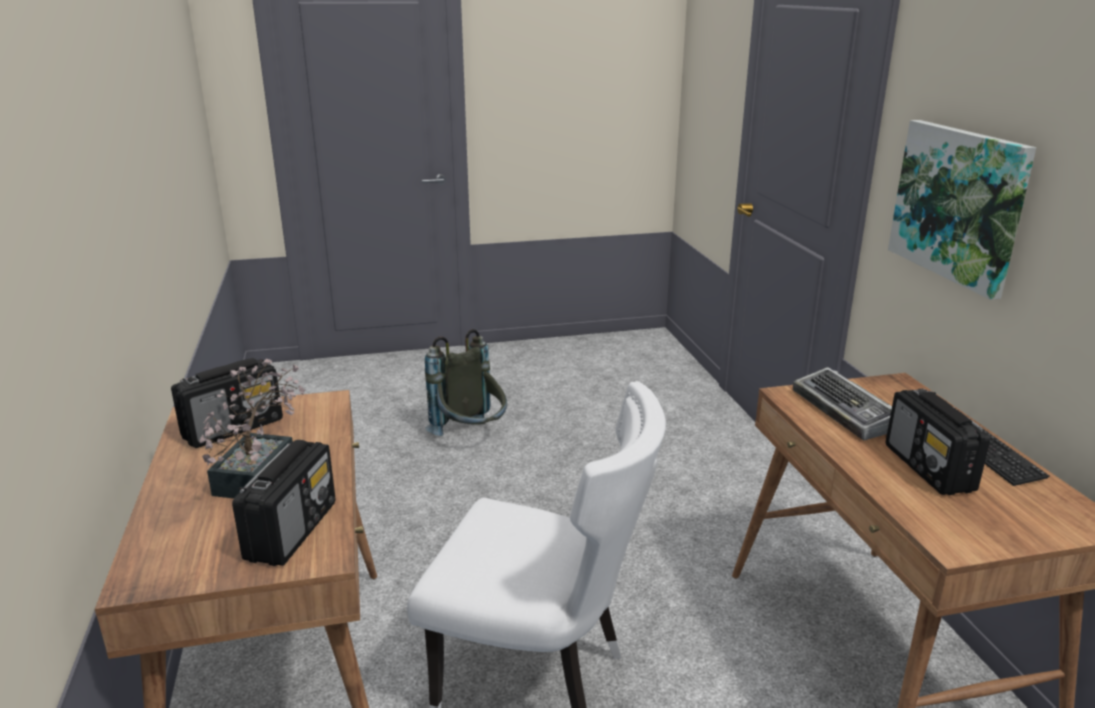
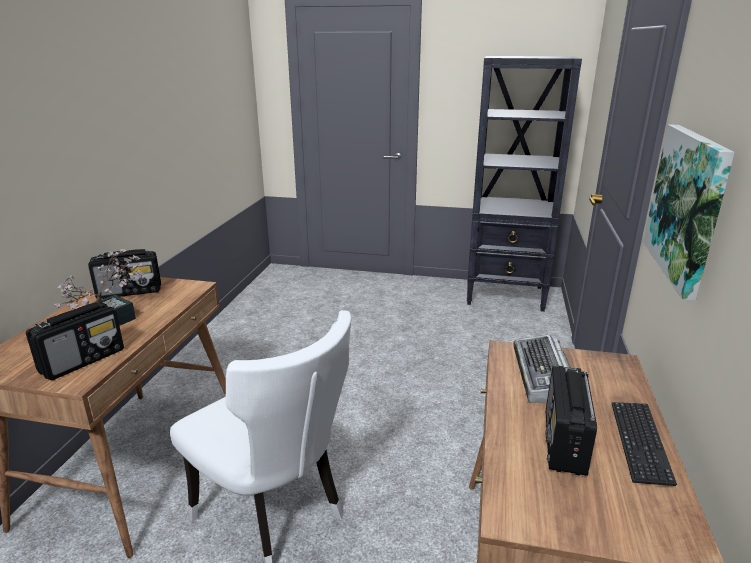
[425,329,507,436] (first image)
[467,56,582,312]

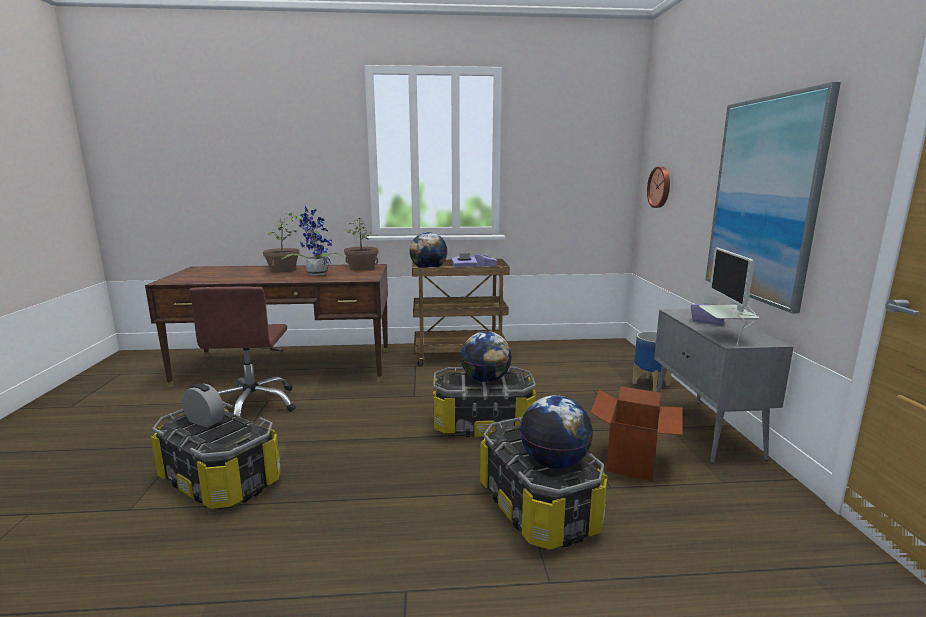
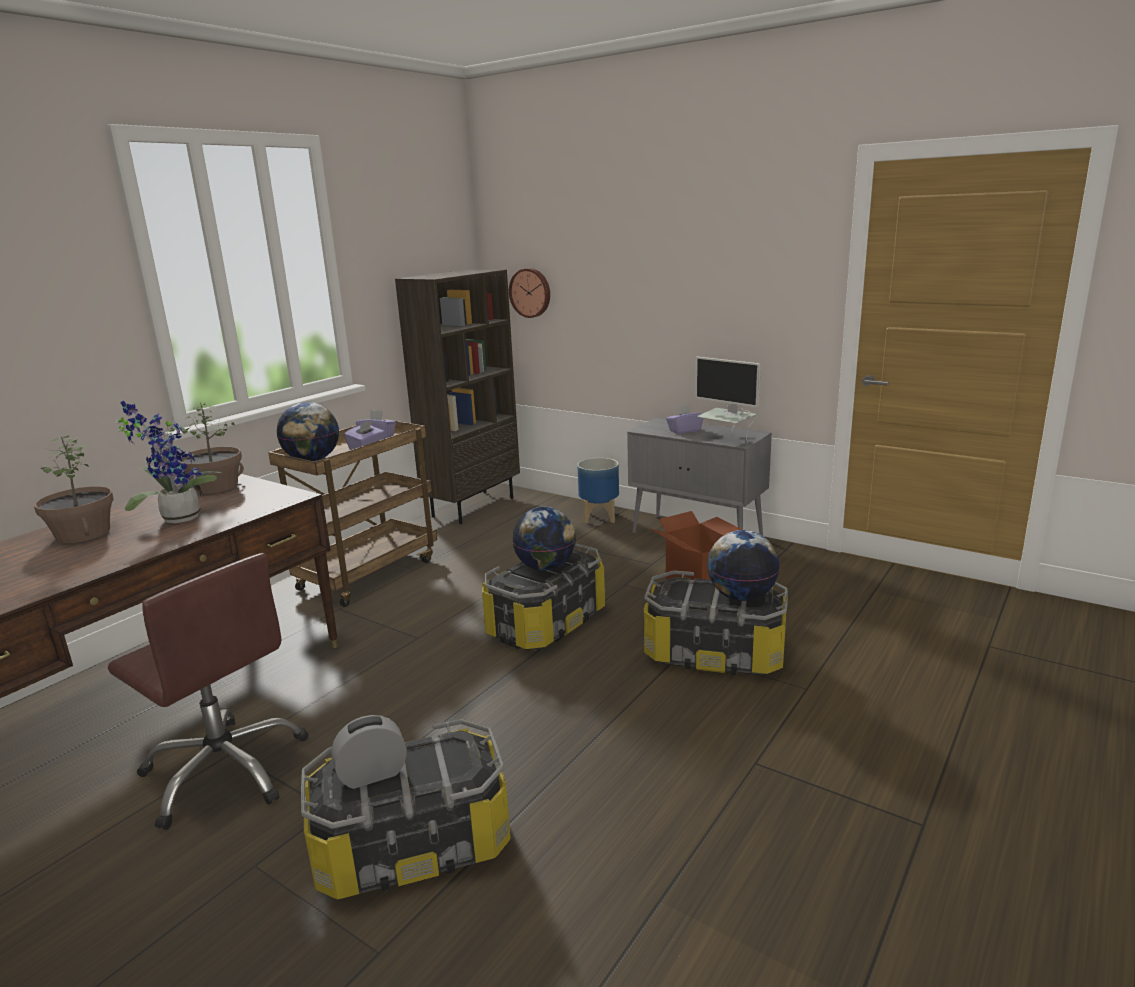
[705,82,841,313] (first image)
[395,269,520,524]

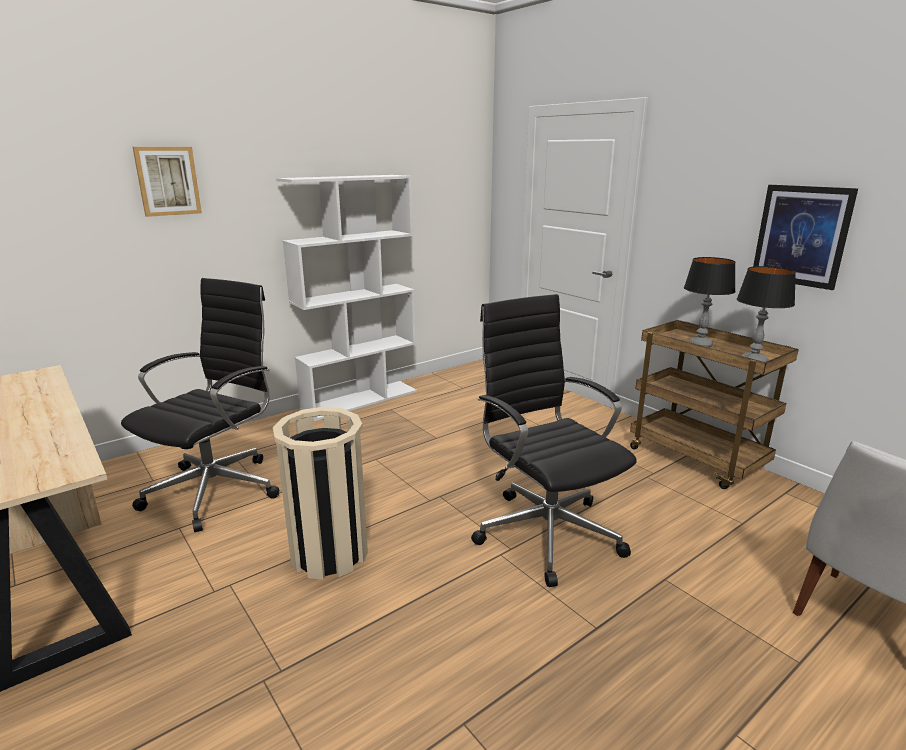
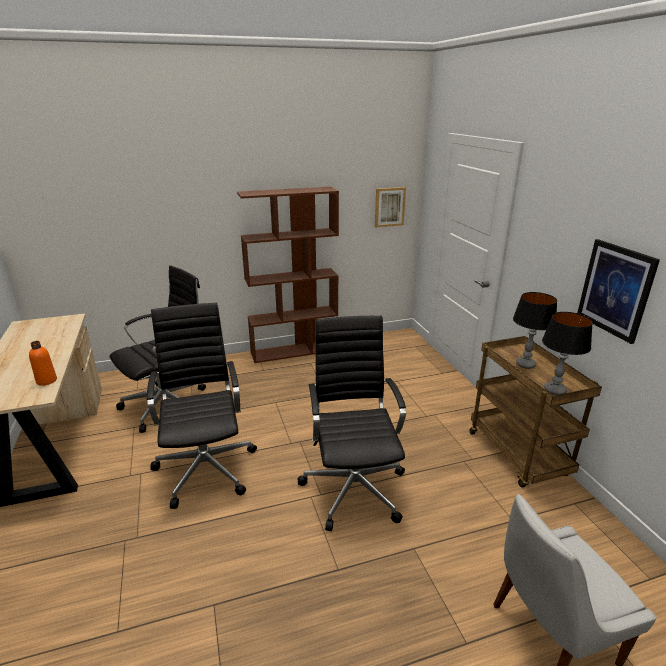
[29,341,57,386]
[375,187,406,227]
[147,303,257,509]
[237,187,339,363]

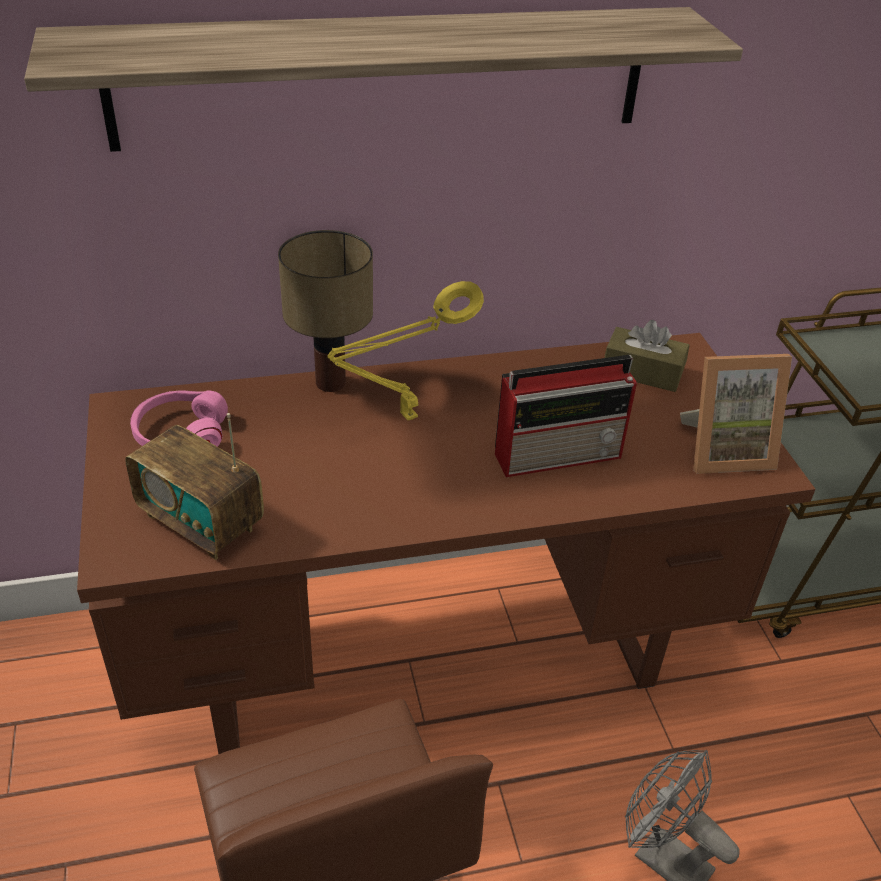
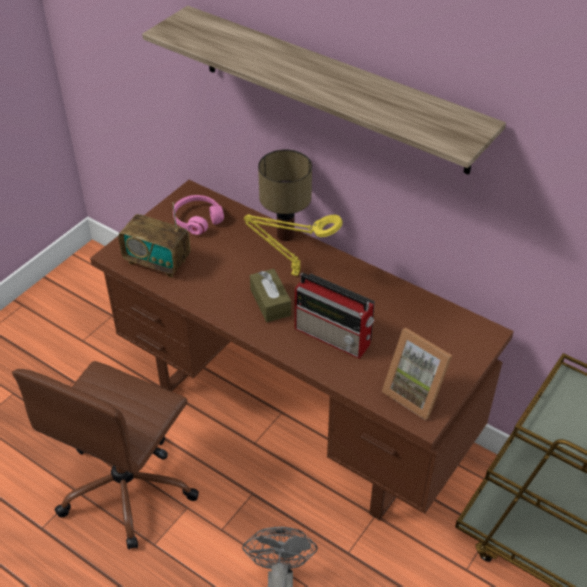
[250,269,291,322]
[118,202,190,278]

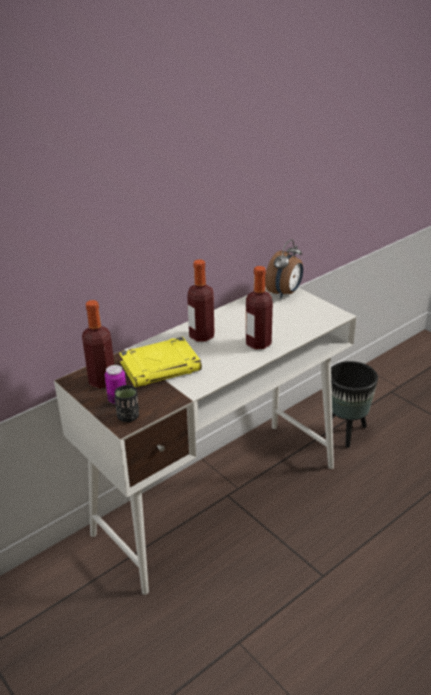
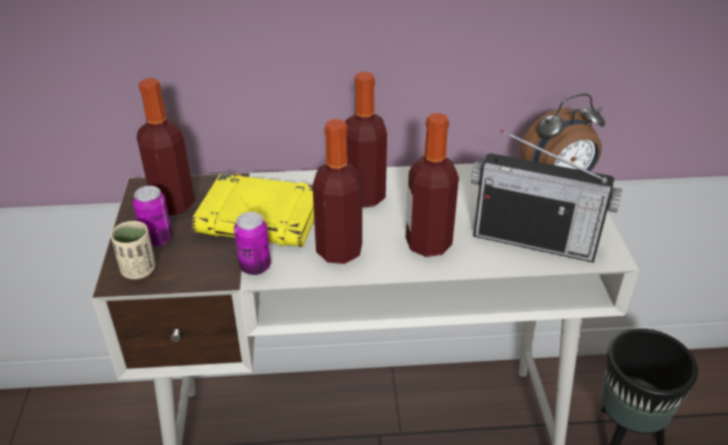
[234,212,271,275]
[312,119,362,264]
[471,130,622,263]
[111,221,155,279]

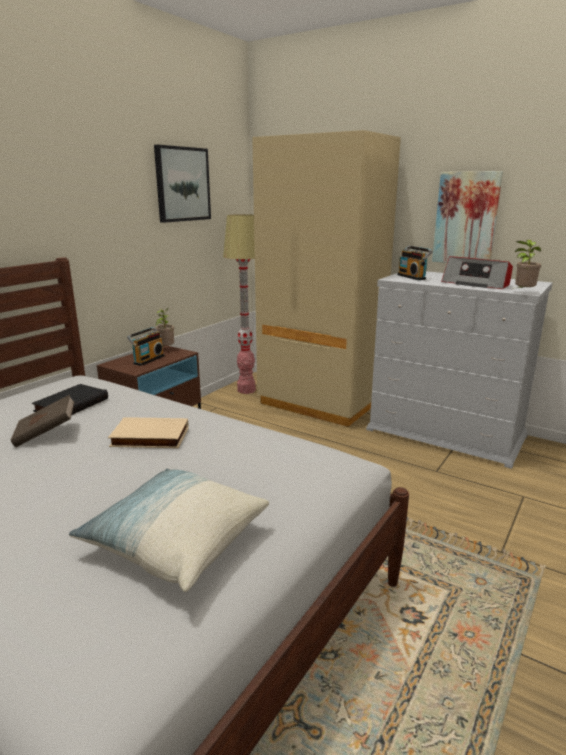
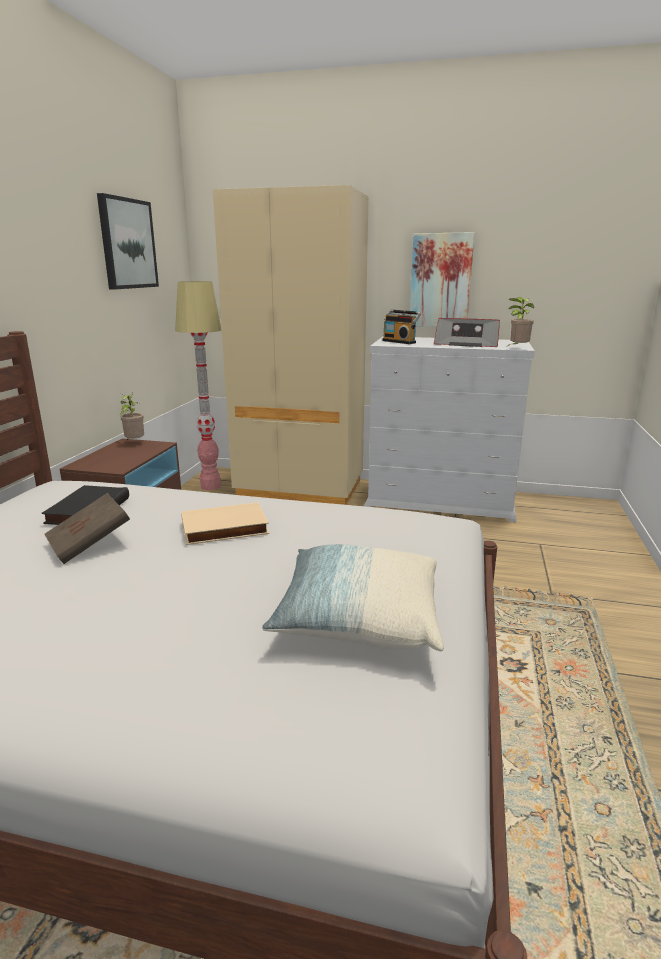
[127,327,164,366] (first image)

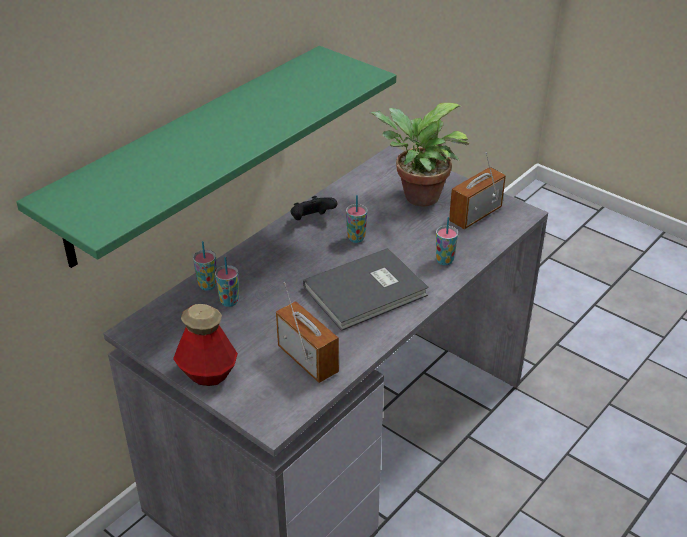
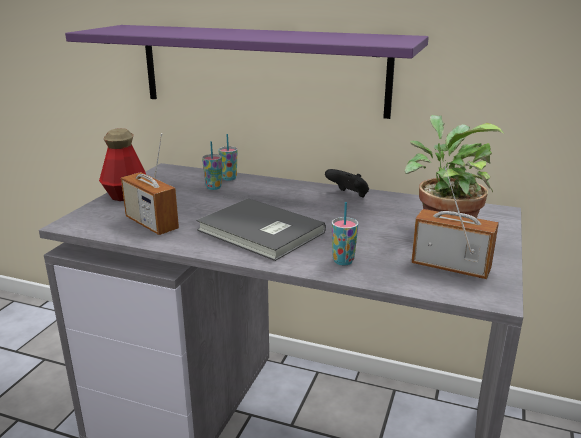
[346,195,368,243] (first image)
[65,25,429,119]
[121,133,179,235]

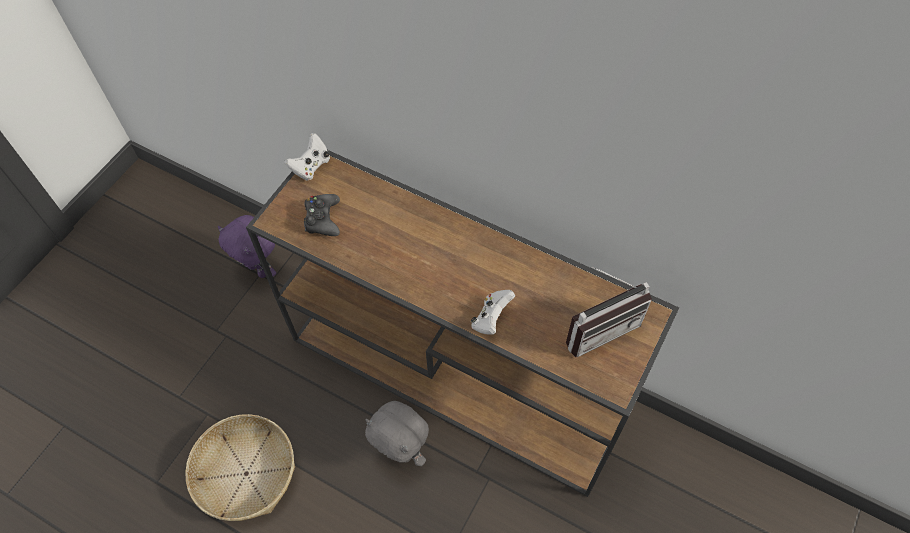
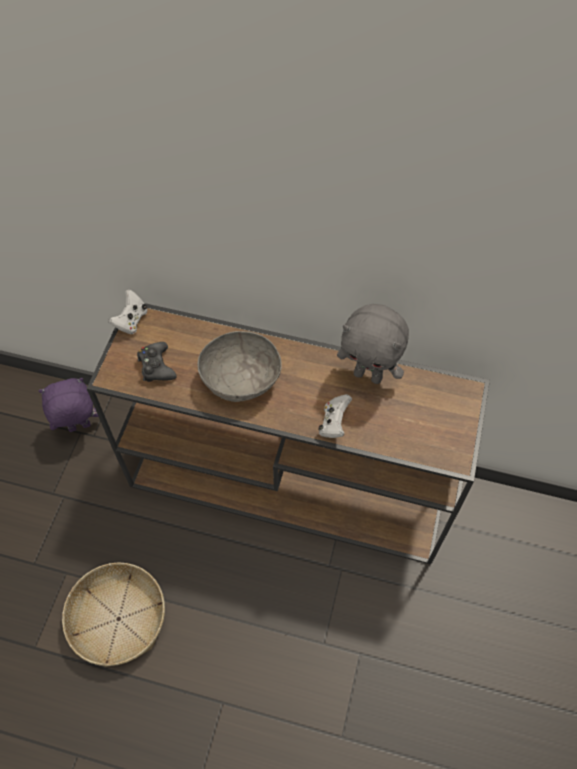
[566,267,652,357] (first image)
[198,331,282,402]
[337,304,409,384]
[39,378,99,432]

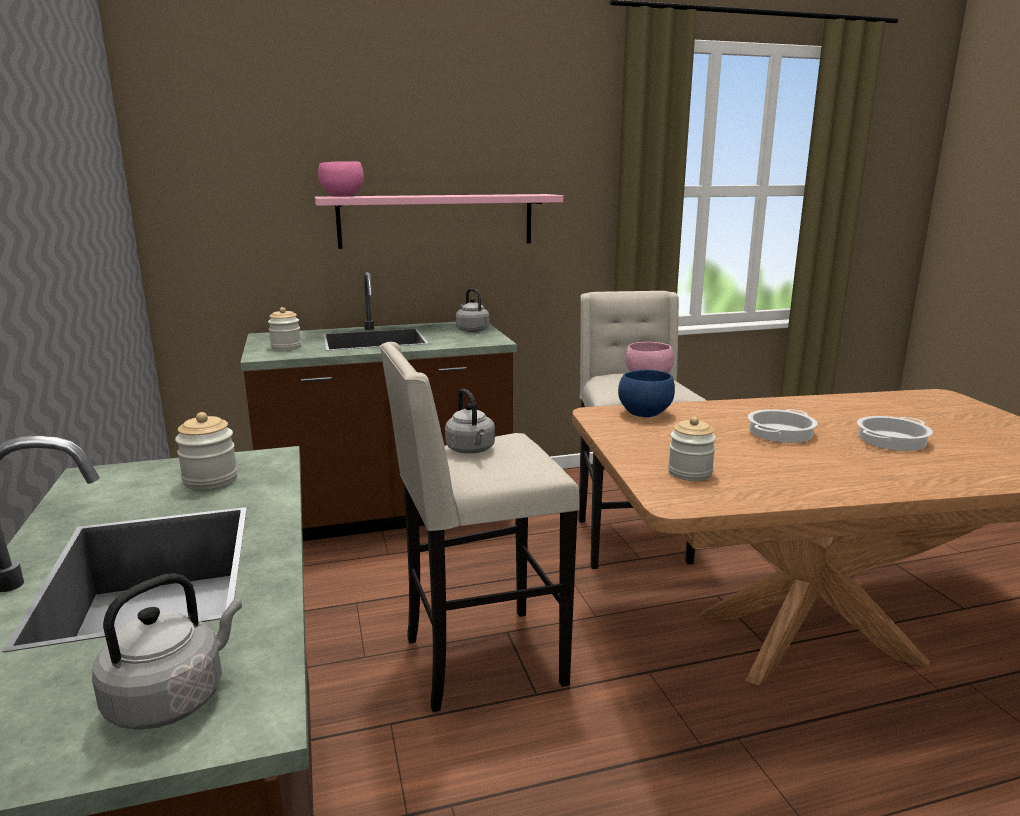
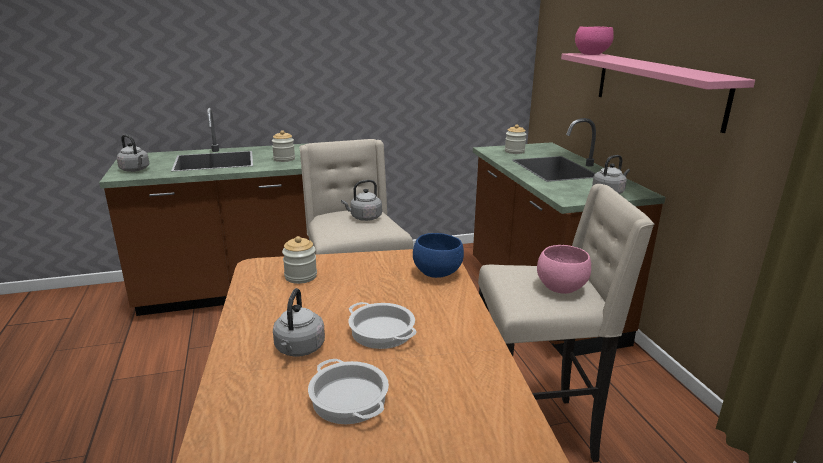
[273,288,325,357]

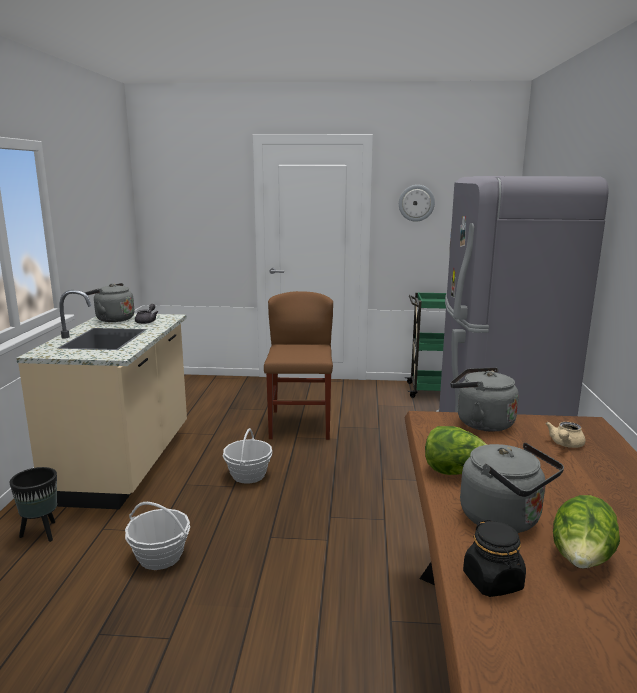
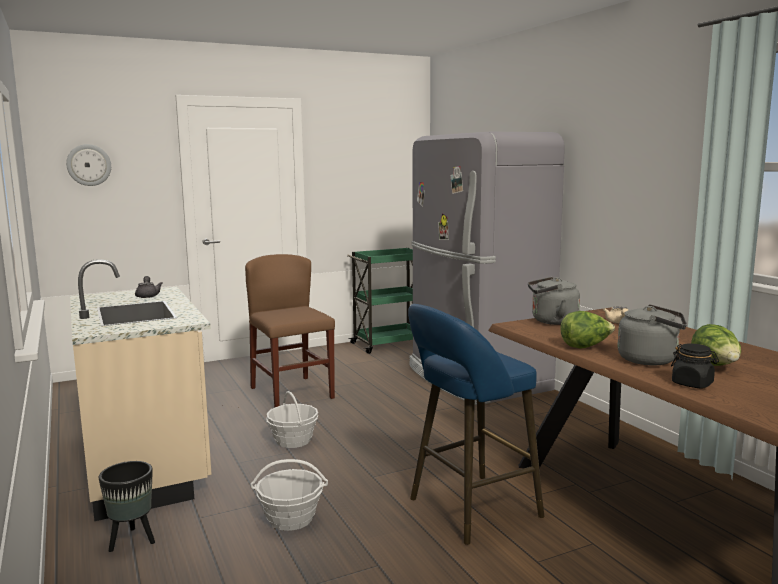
[85,283,135,322] (first image)
[408,304,544,545]
[66,144,111,186]

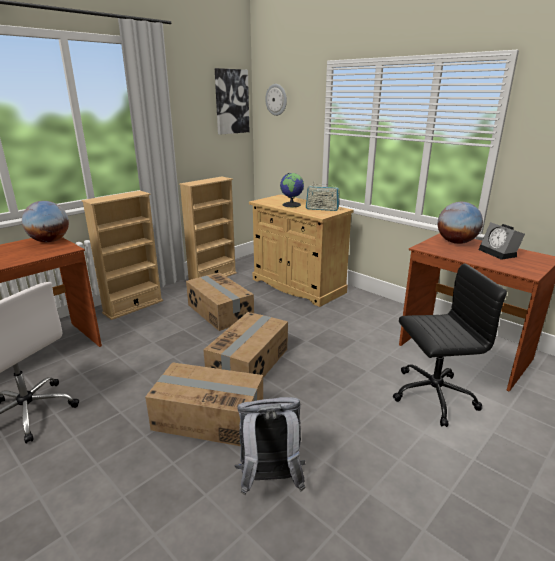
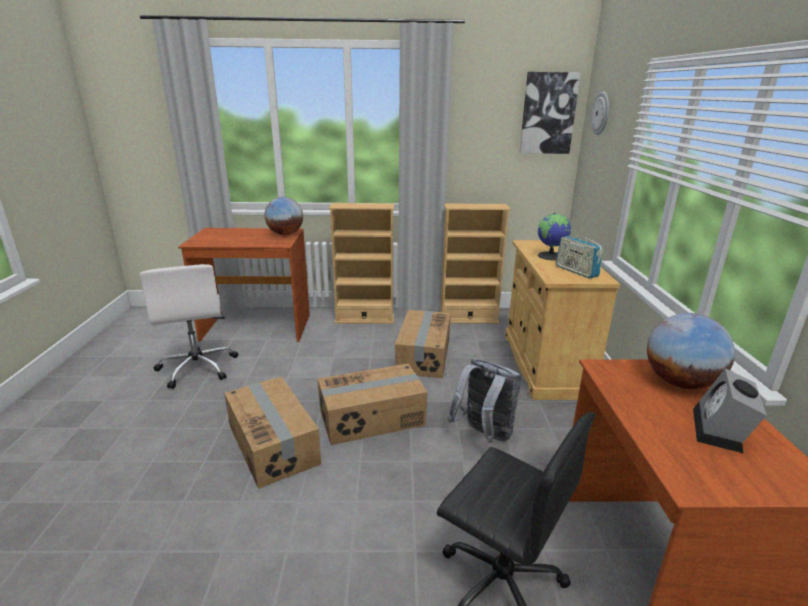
[448,358,521,443]

